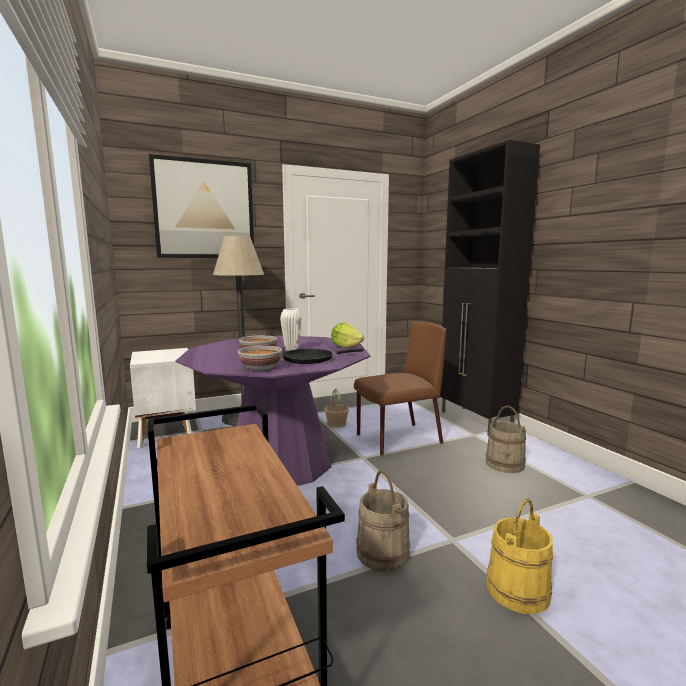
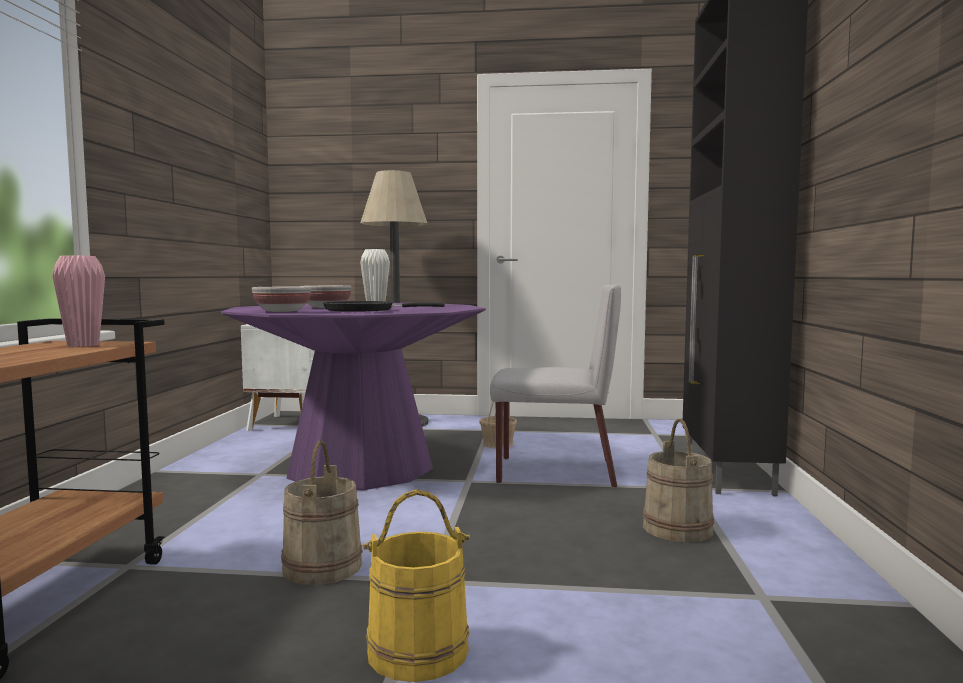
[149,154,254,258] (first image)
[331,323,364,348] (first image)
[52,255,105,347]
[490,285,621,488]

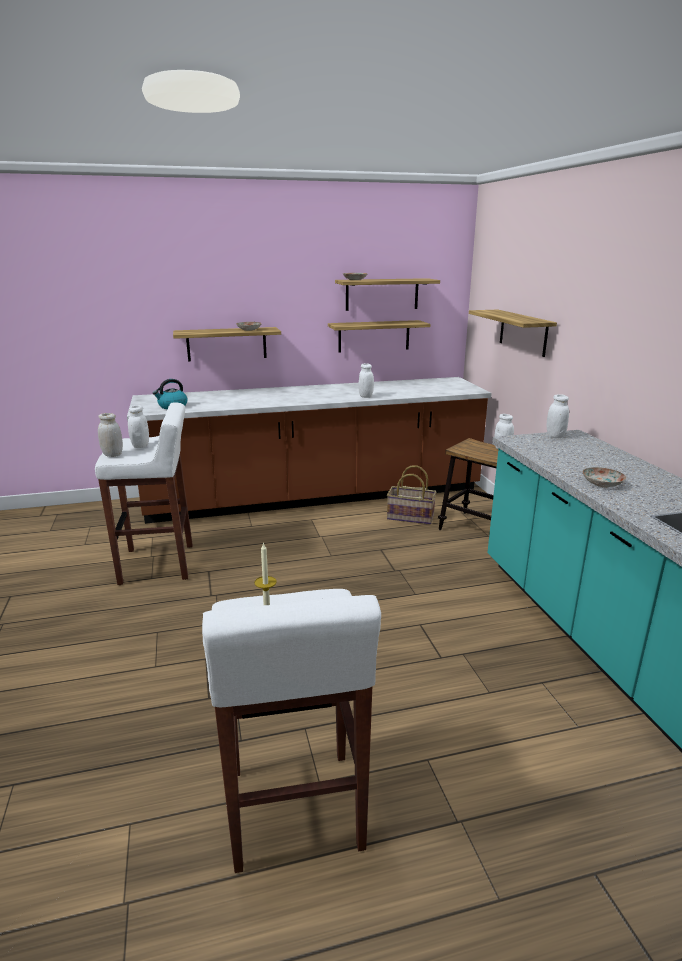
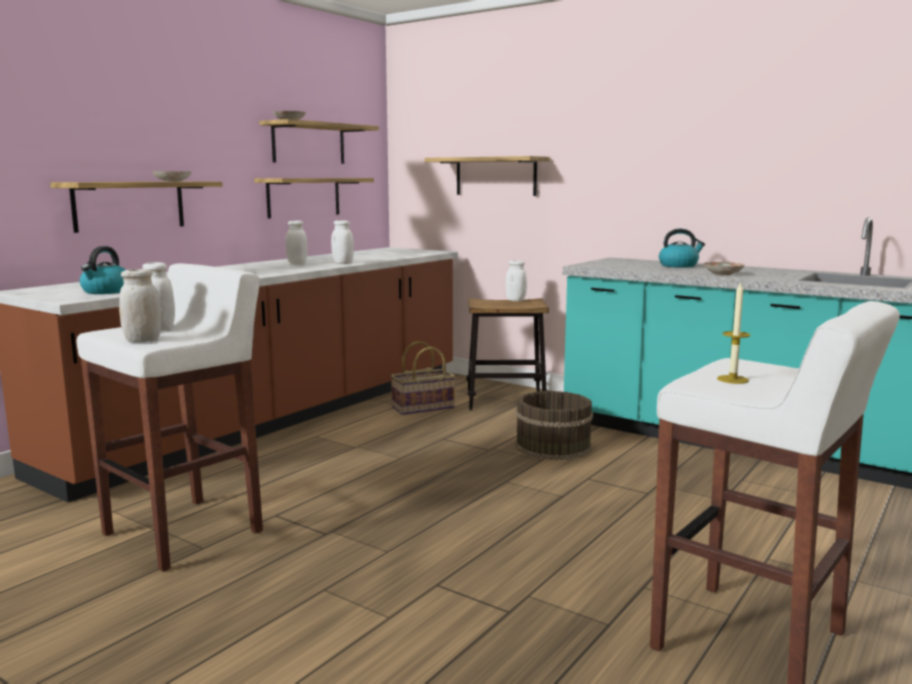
[515,391,593,460]
[659,229,705,268]
[286,221,308,264]

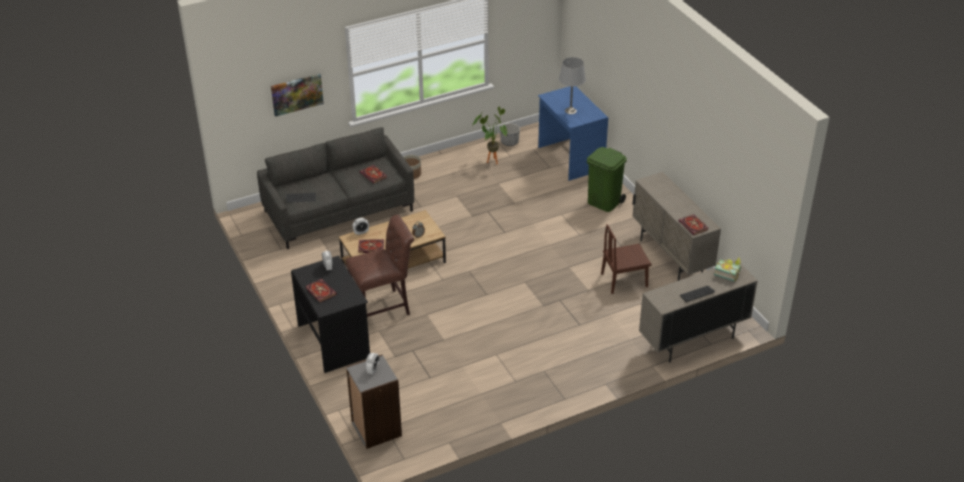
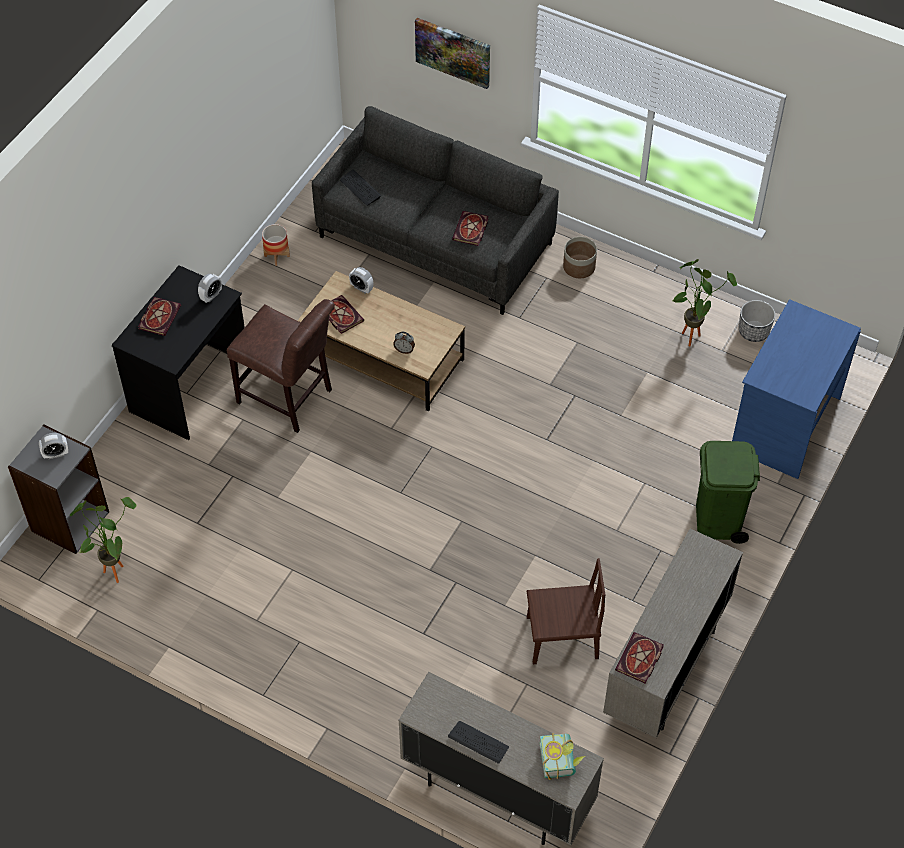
[559,57,586,114] (first image)
[70,497,136,583]
[262,224,290,266]
[527,558,606,664]

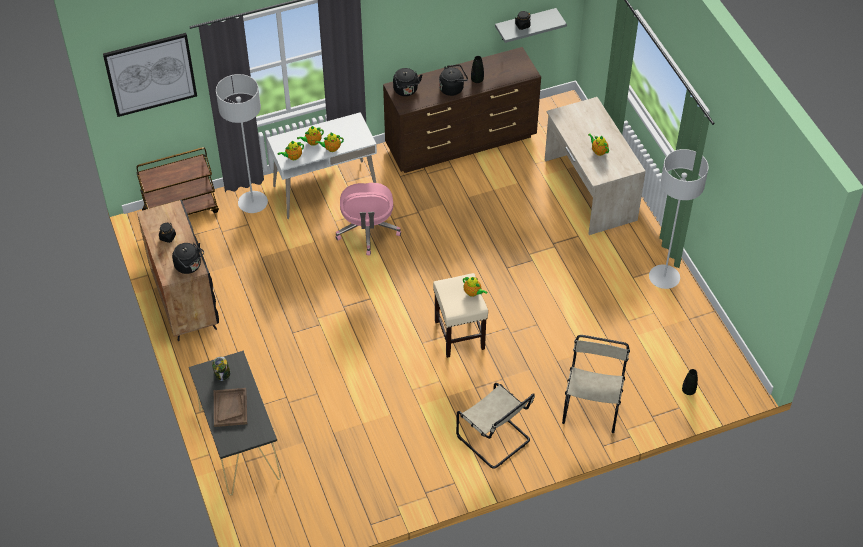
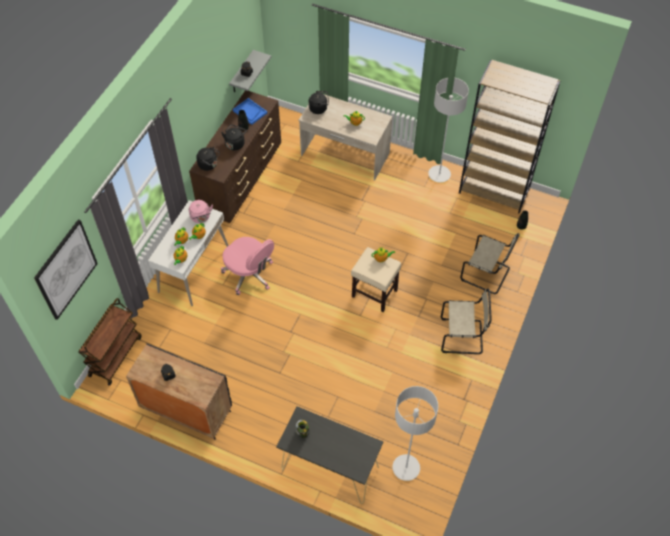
[214,388,247,427] (first image)
[189,200,213,223]
[233,98,267,125]
[459,60,560,214]
[309,91,329,114]
[392,386,438,481]
[460,233,520,294]

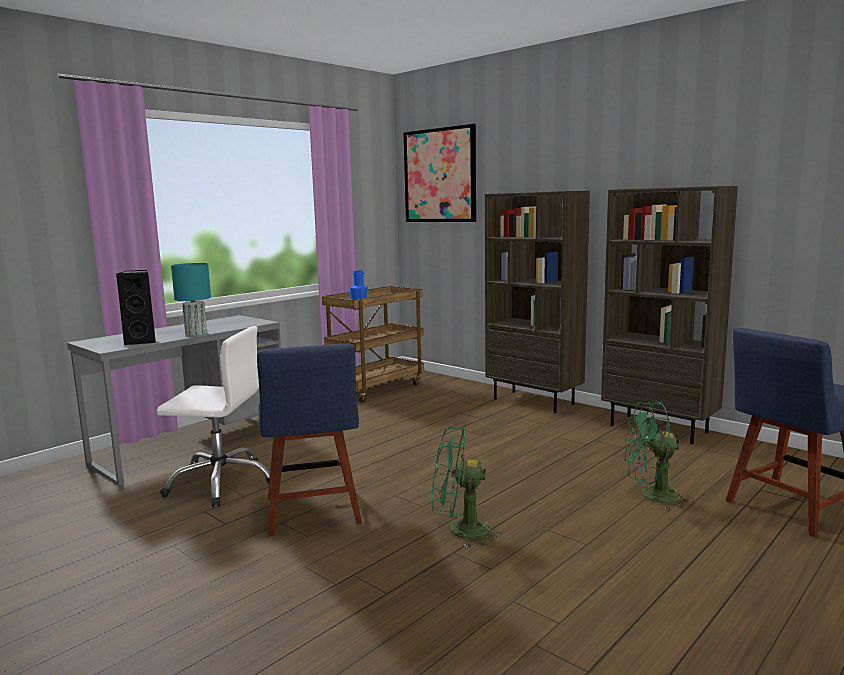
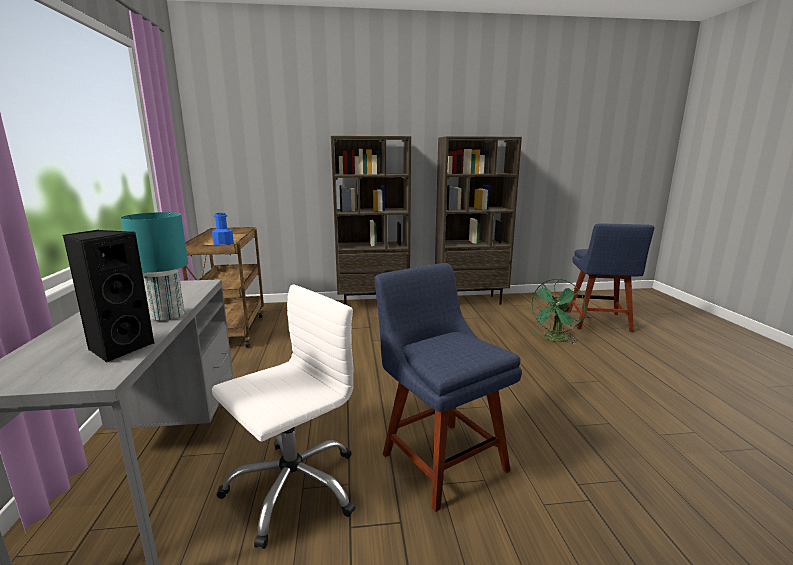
[403,124,476,222] (first image)
[432,427,503,547] (first image)
[375,263,522,512]

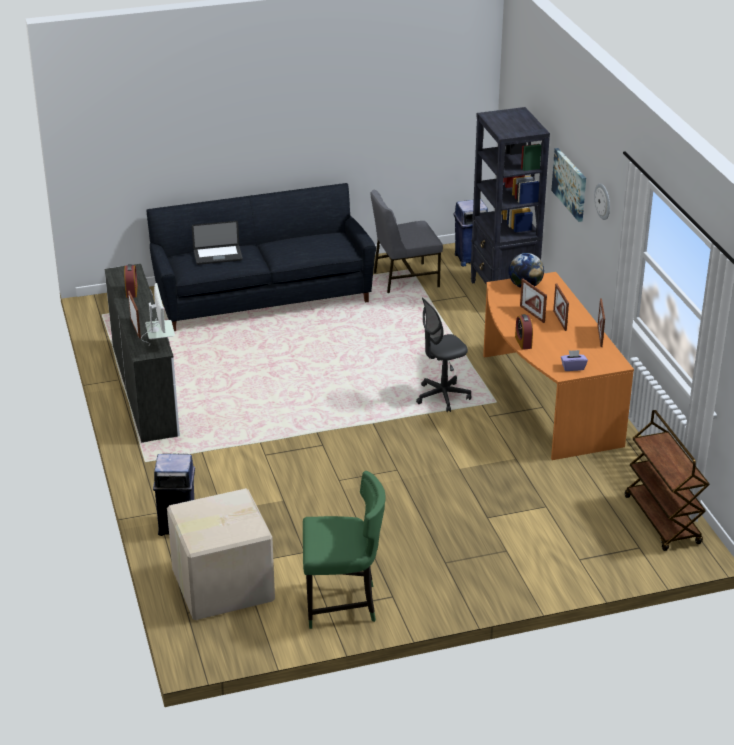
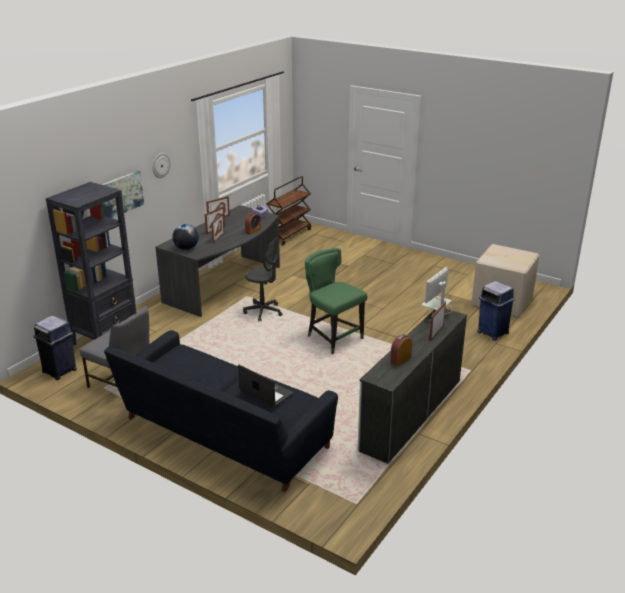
[305,248,367,354]
[155,205,280,317]

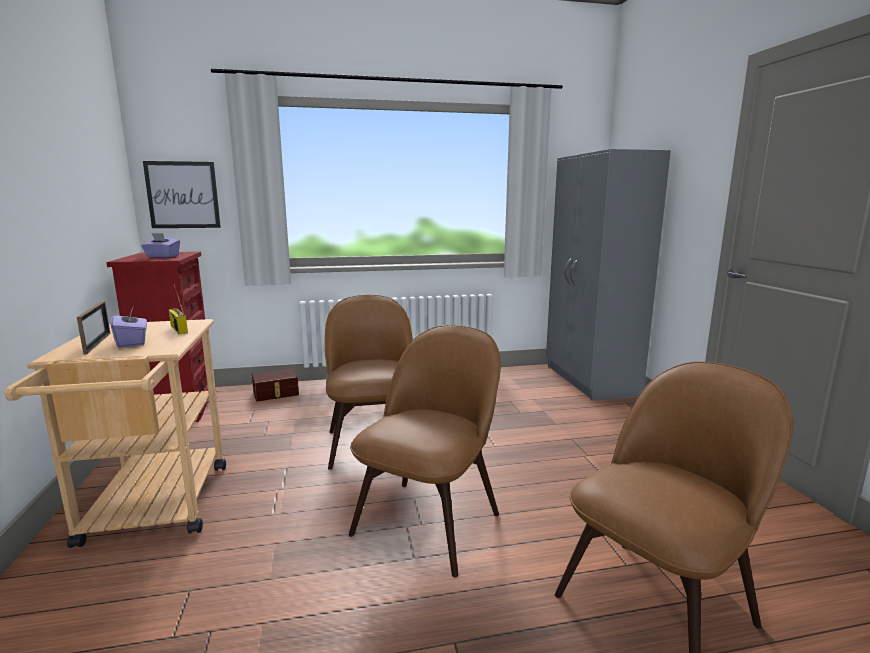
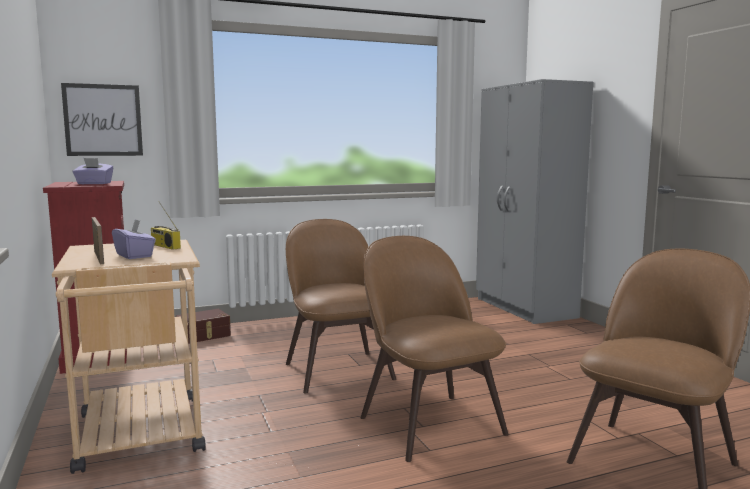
[361,236,509,462]

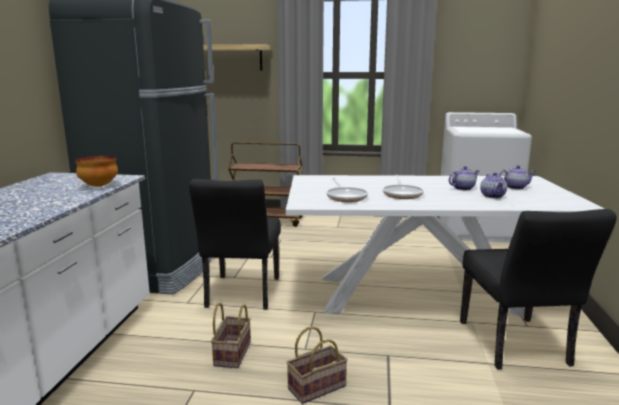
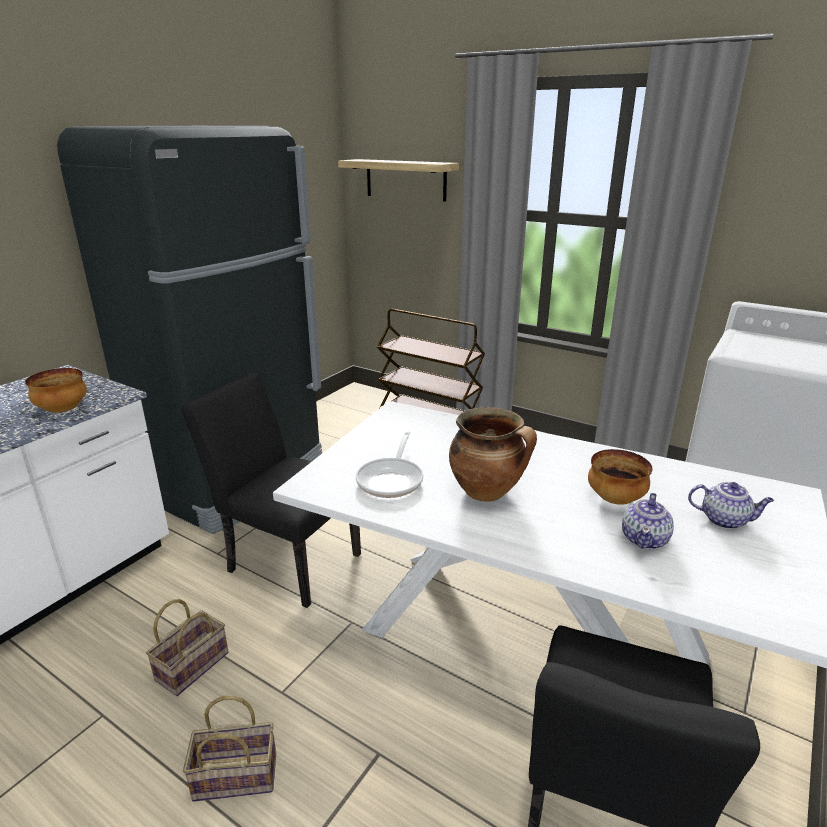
[449,407,537,502]
[588,449,652,505]
[182,373,361,608]

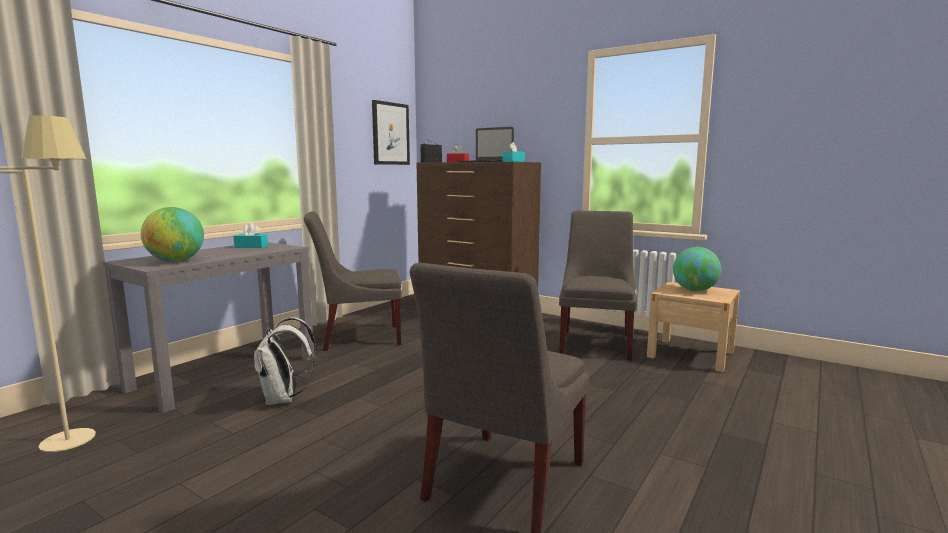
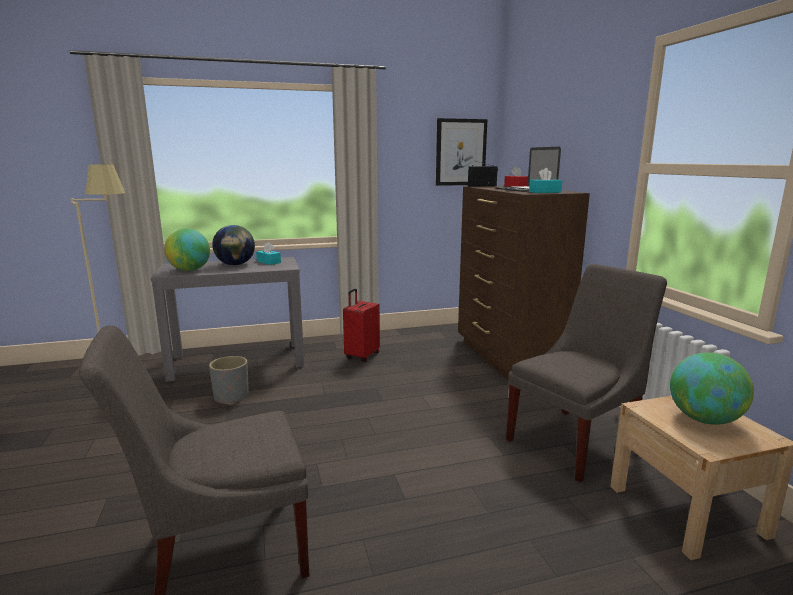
[212,225,255,265]
[209,356,249,405]
[343,289,380,362]

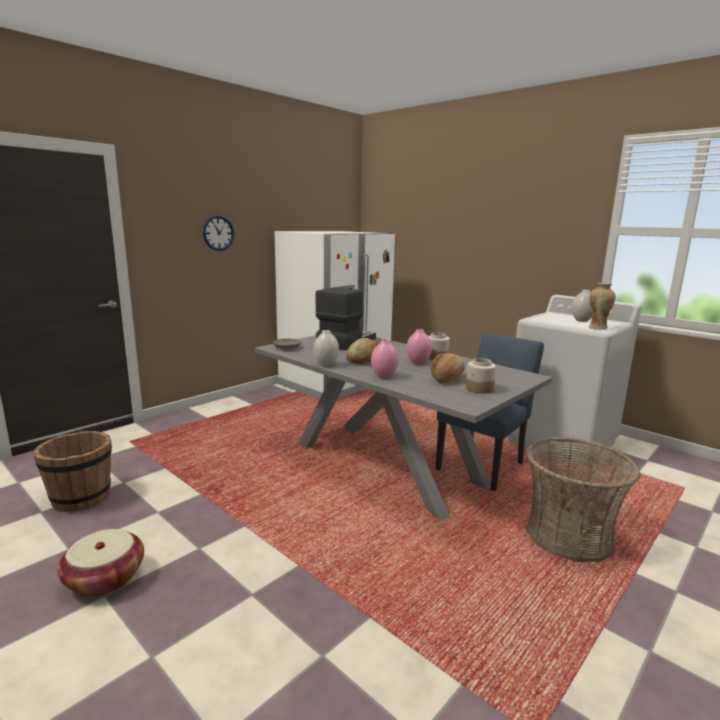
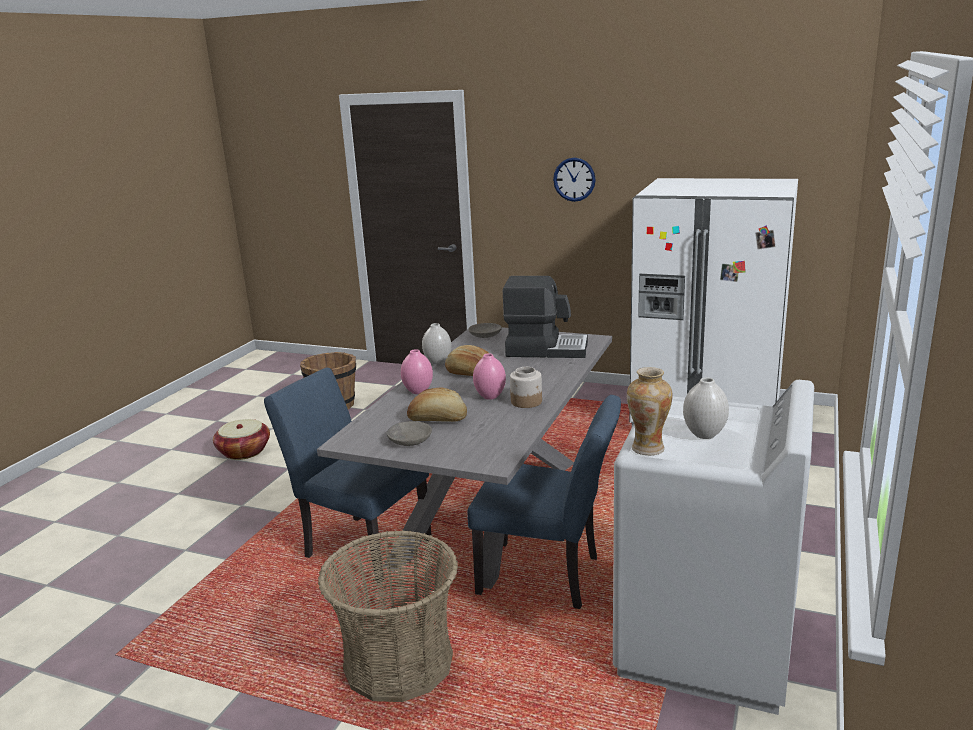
[264,368,431,583]
[387,421,432,446]

